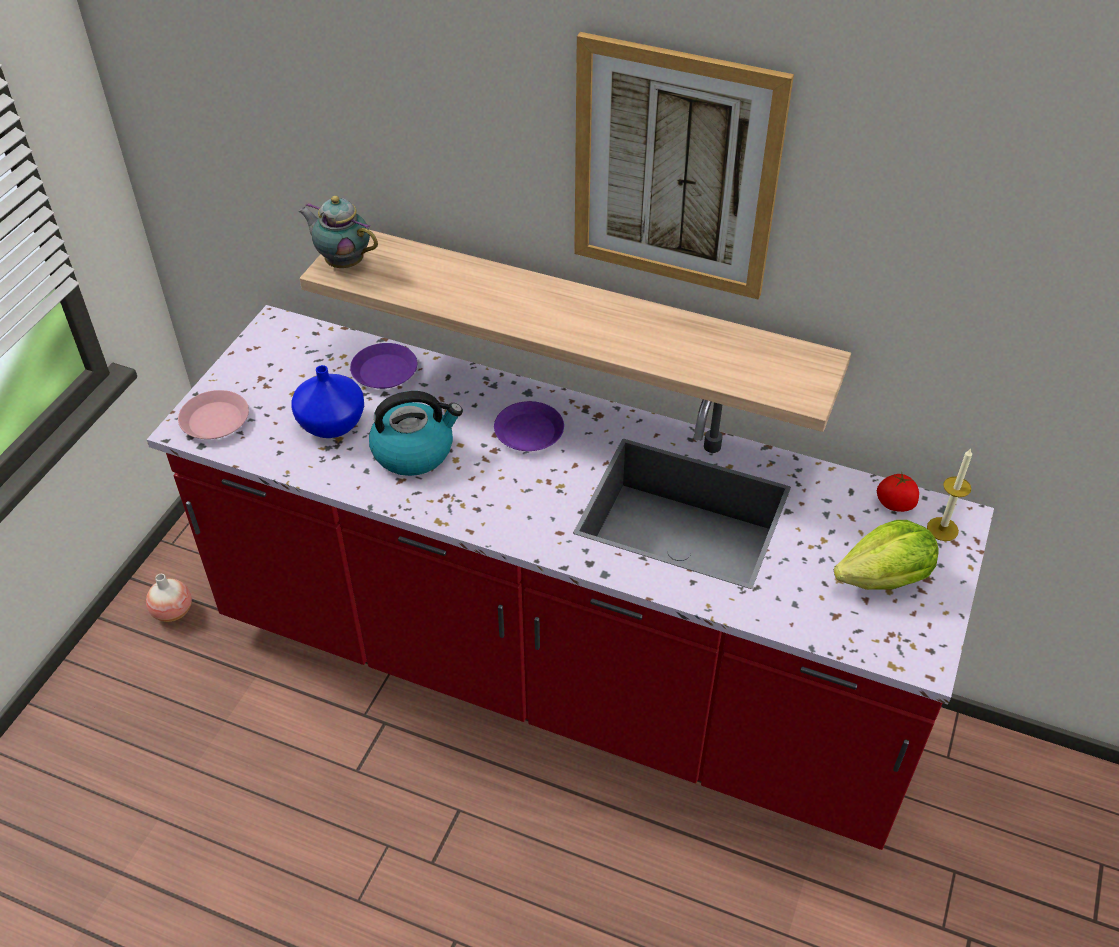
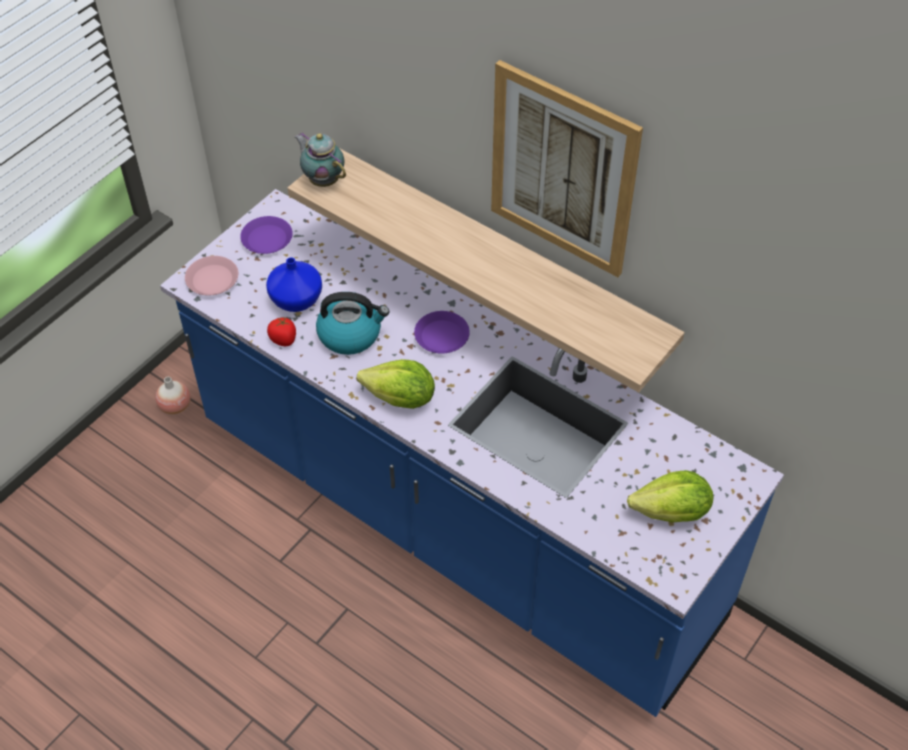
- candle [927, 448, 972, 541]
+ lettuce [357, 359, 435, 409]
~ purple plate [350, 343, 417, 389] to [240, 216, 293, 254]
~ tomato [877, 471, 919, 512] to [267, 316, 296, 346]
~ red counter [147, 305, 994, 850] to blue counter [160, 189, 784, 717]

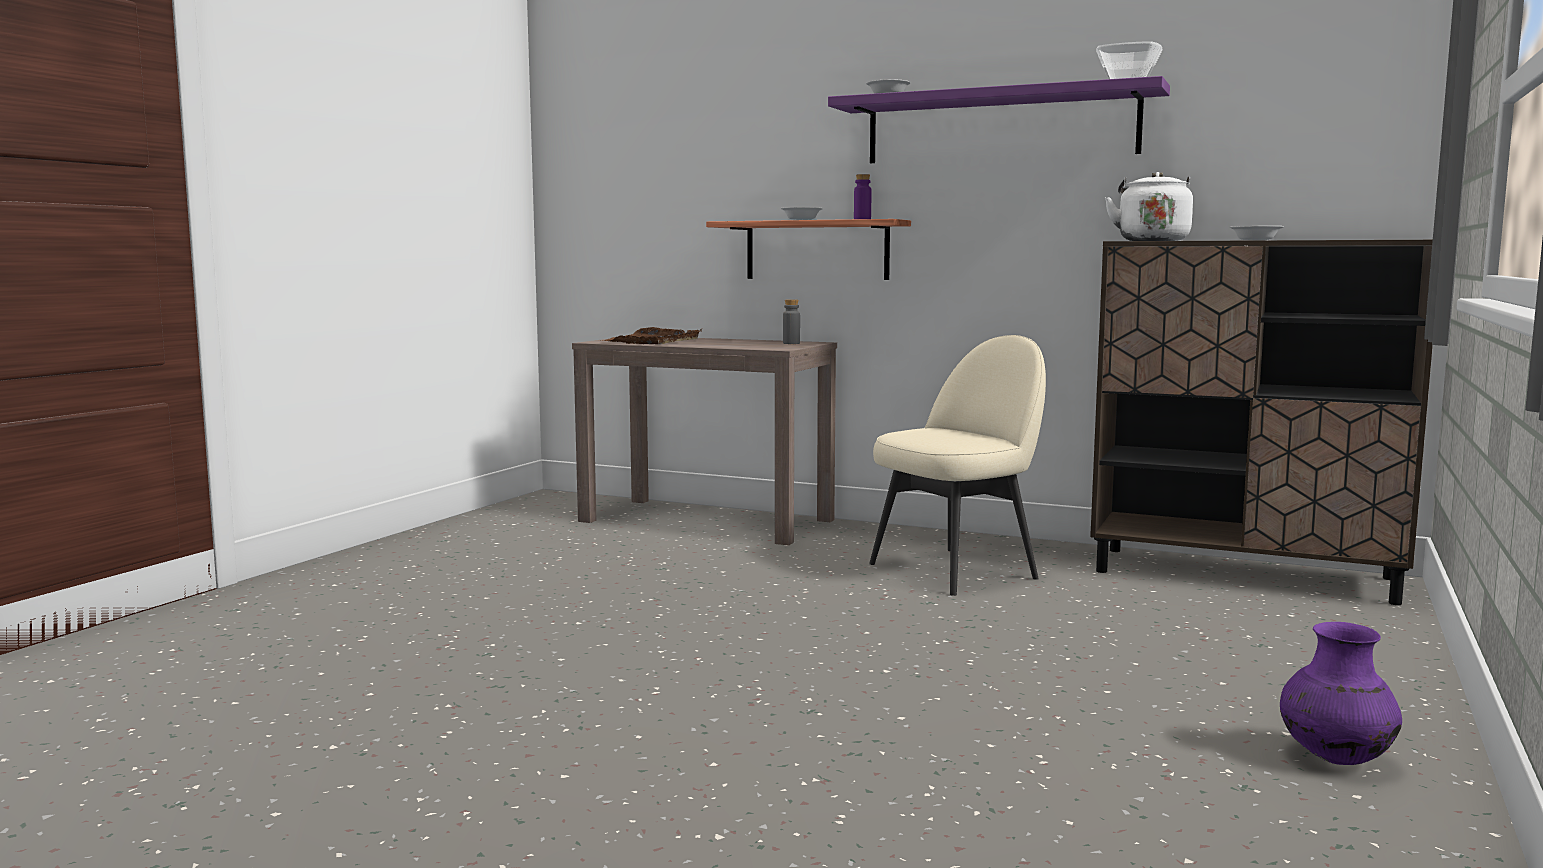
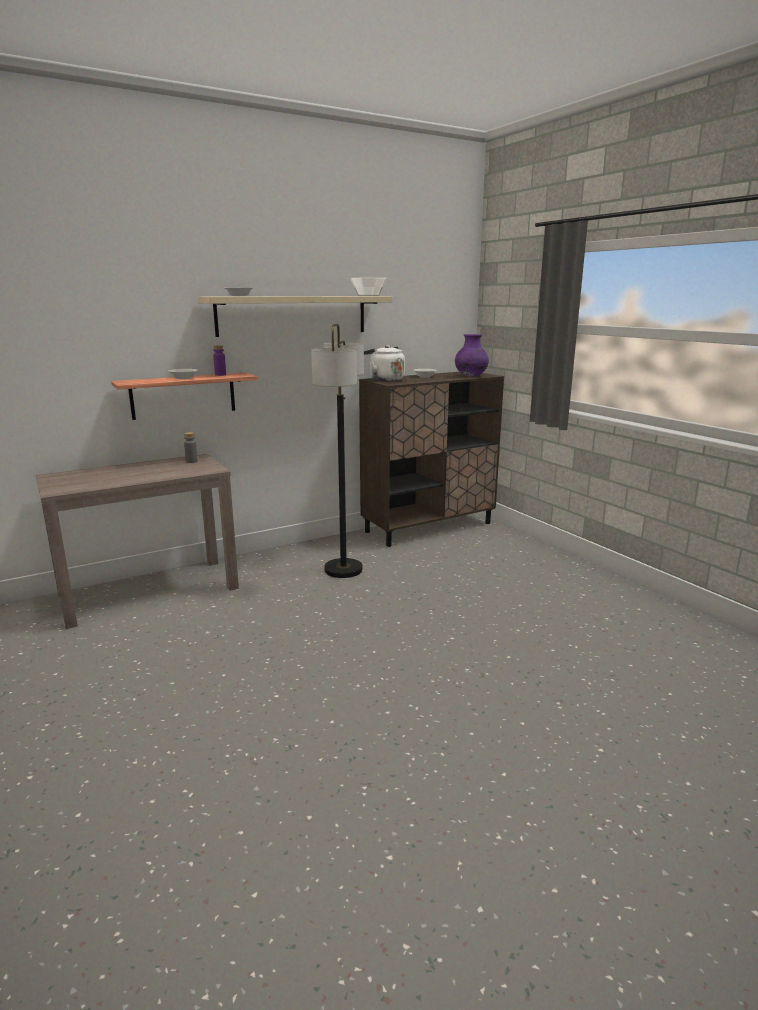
- brown tray [603, 327, 702, 344]
~ purple vase [1280, 622, 1402, 765] to [455, 334, 489, 377]
~ beige chair [869, 335, 1046, 596] to floor lamp [311, 324, 364, 578]
~ purple shelf [828, 76, 1170, 163] to beige shelf [198, 296, 392, 337]

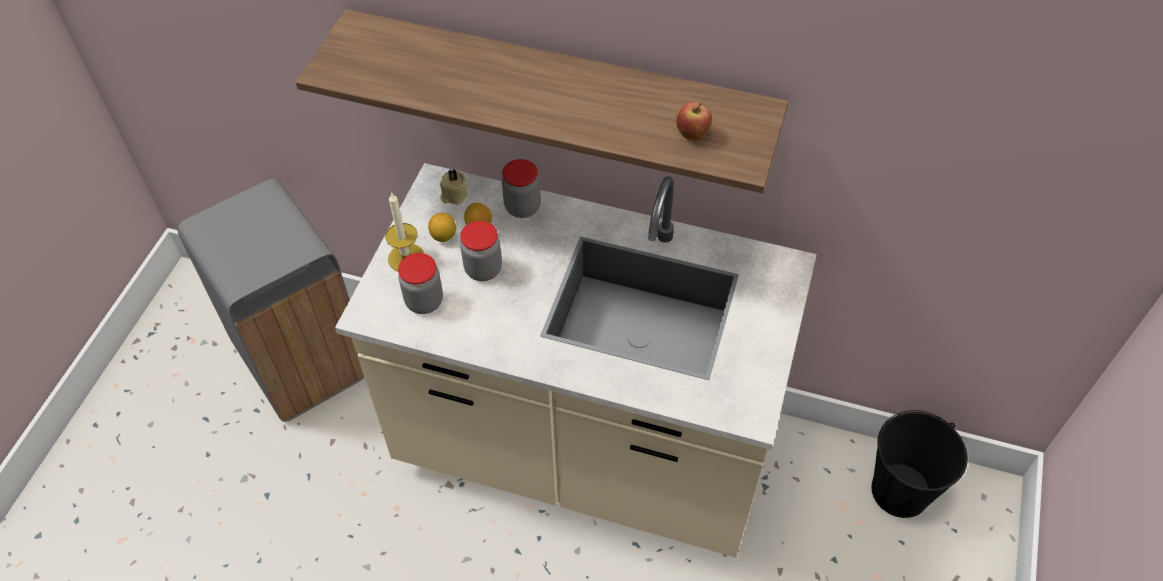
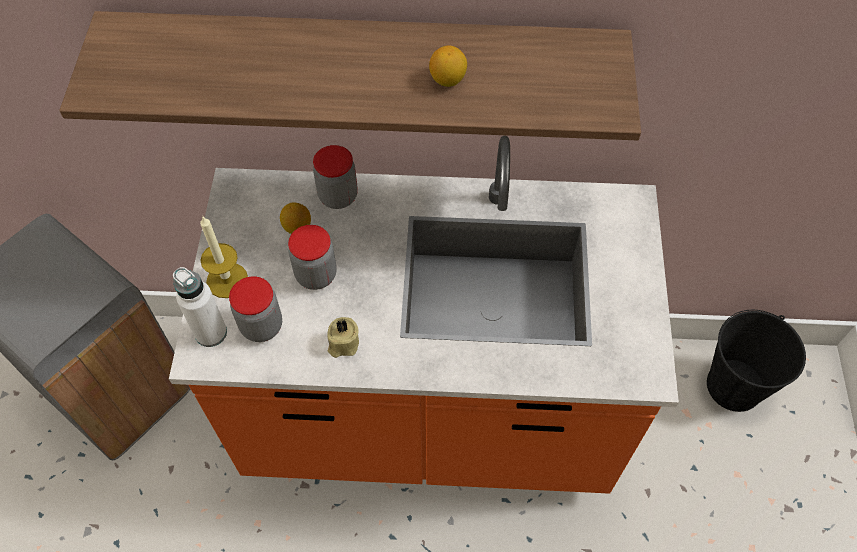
- apple [676, 102, 712, 141]
+ white bottle [173, 267, 227, 347]
~ lemon [428, 213, 456, 242] to [429, 46, 467, 87]
~ beige candle [440, 169, 467, 205] to [327, 317, 359, 358]
~ beige counter [335, 163, 817, 558] to orange counter [169, 136, 679, 494]

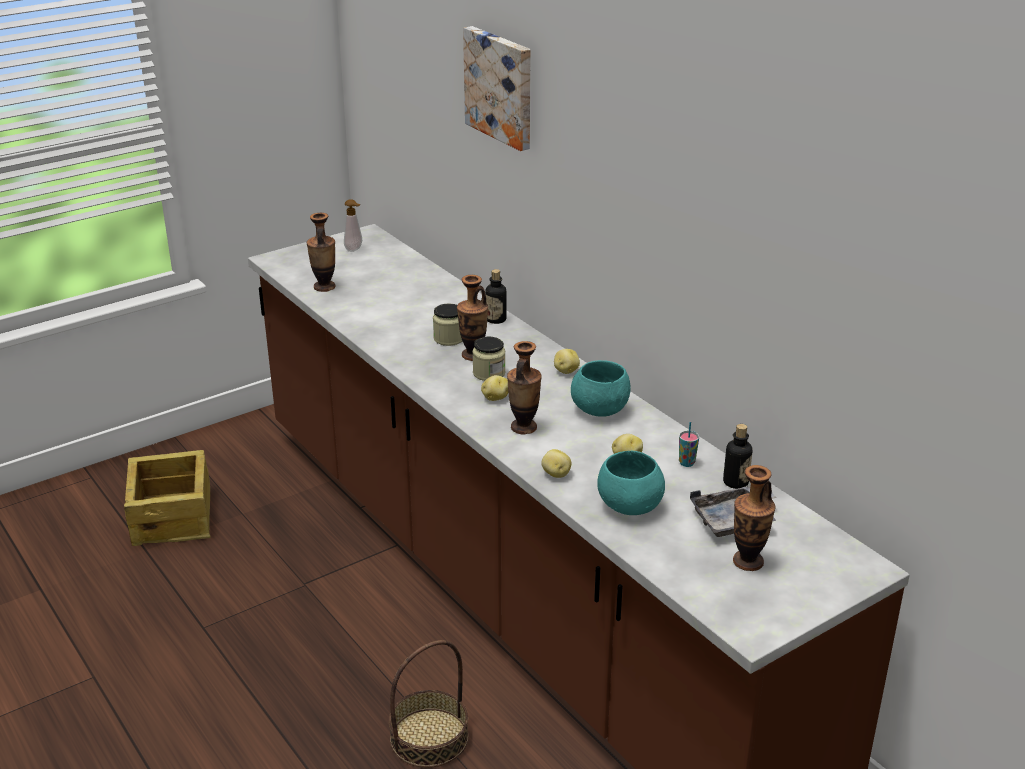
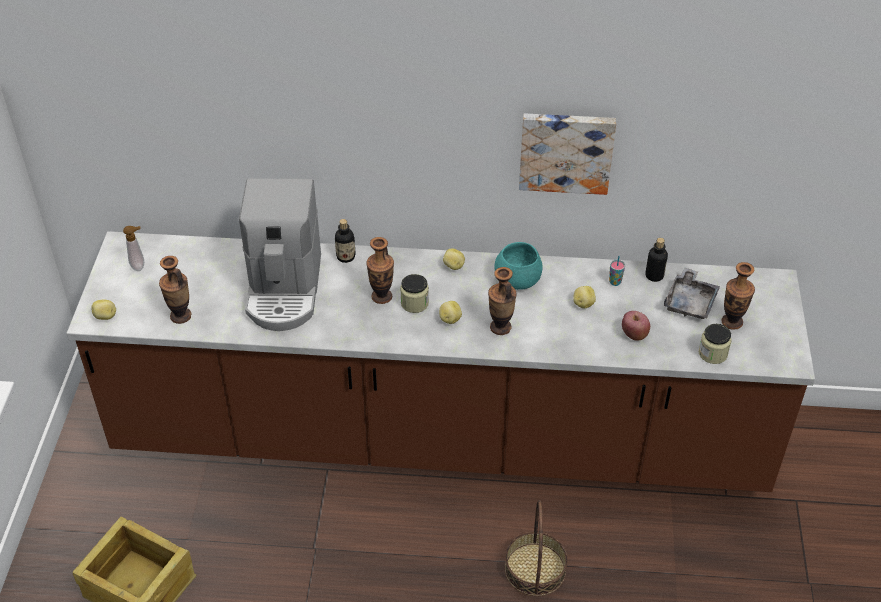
+ coffee machine [239, 178, 321, 331]
~ jar [433, 303, 462, 346] to [699, 324, 731, 364]
~ picture [463, 26, 531, 151] to [519, 114, 616, 195]
~ potato [541, 449, 572, 478] to [91, 300, 116, 320]
~ turquoise bowl [597, 450, 665, 515] to apple [622, 311, 650, 341]

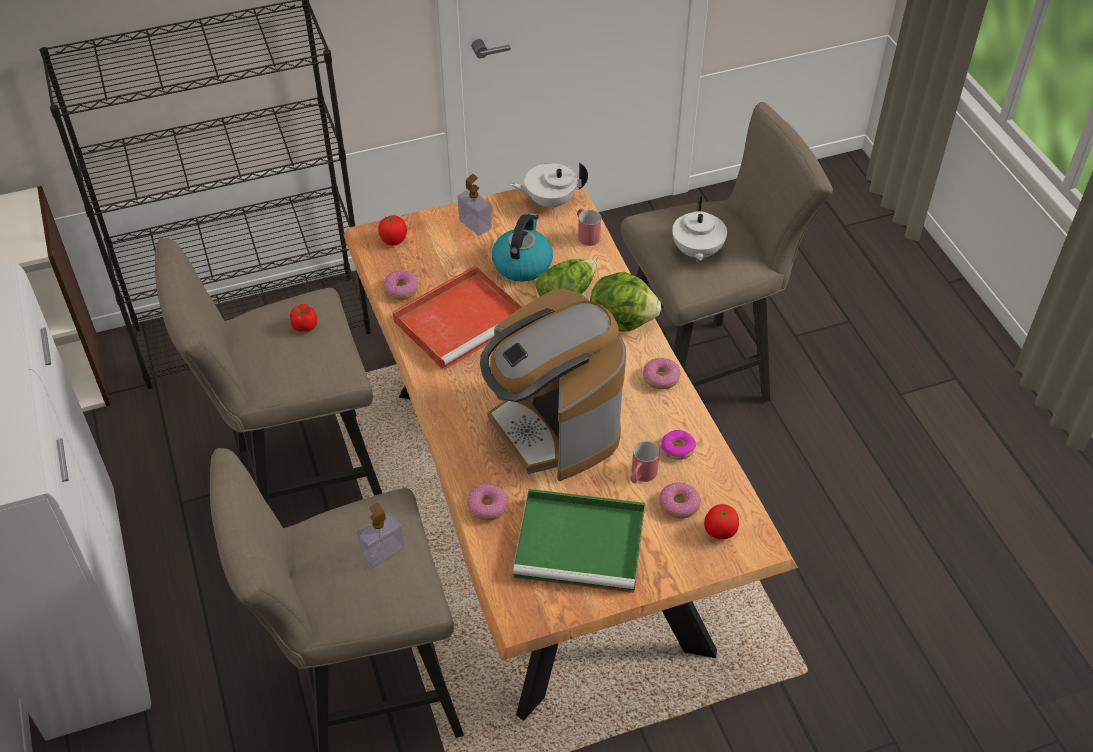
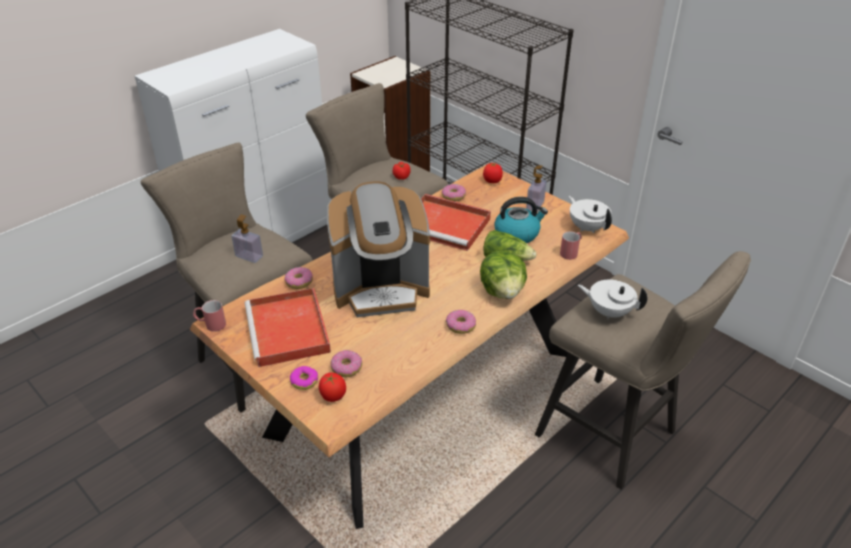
~ red mug [630, 441, 660, 483] to [193, 300, 226, 332]
~ donut [661, 430, 696, 460] to [290, 366, 318, 390]
~ green tray [513, 489, 645, 593] to red tray [245, 288, 331, 367]
~ coffee machine [480, 289, 626, 481] = [327, 182, 430, 317] 135 degrees counterclockwise
~ white teapot [672, 196, 727, 262] = [578, 279, 647, 319] 45 degrees clockwise

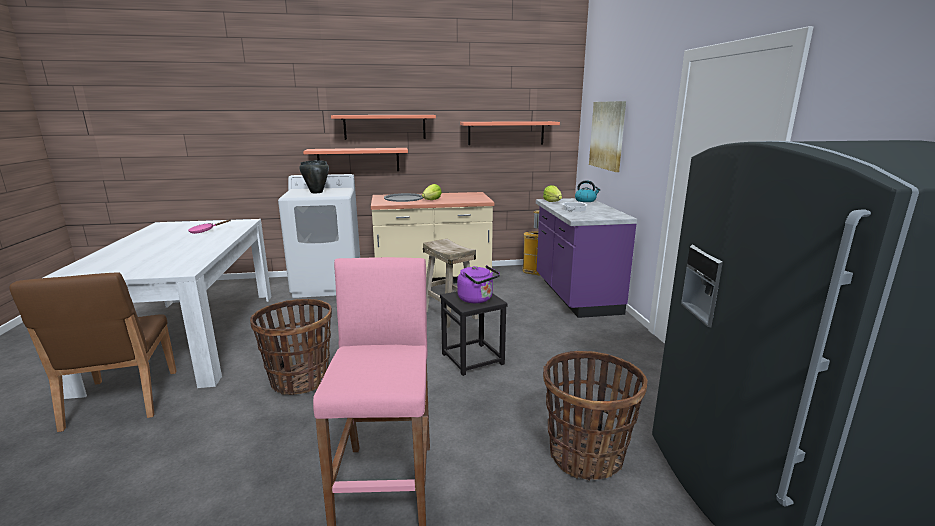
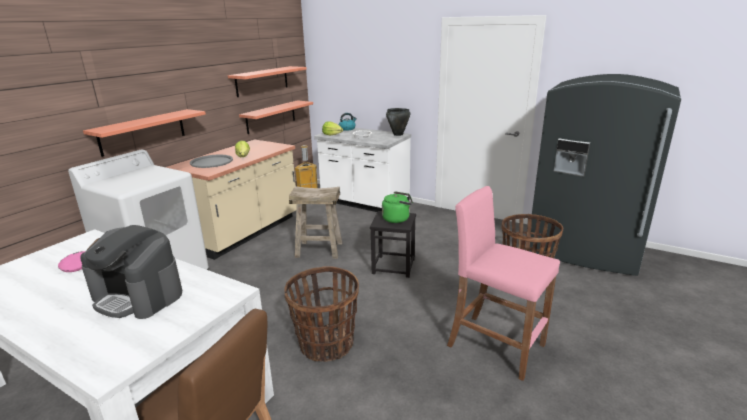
- picture [589, 101, 626, 172]
+ coffee machine [80, 225, 182, 319]
~ black cooking pot [299, 160, 329, 193] to [386, 108, 410, 136]
~ shelf [331, 115, 436, 140] to [239, 100, 313, 134]
~ purple kettle [457, 265, 500, 303] to green kettle [382, 191, 413, 223]
~ purple counter [536, 198, 637, 318] to white counter [314, 128, 411, 212]

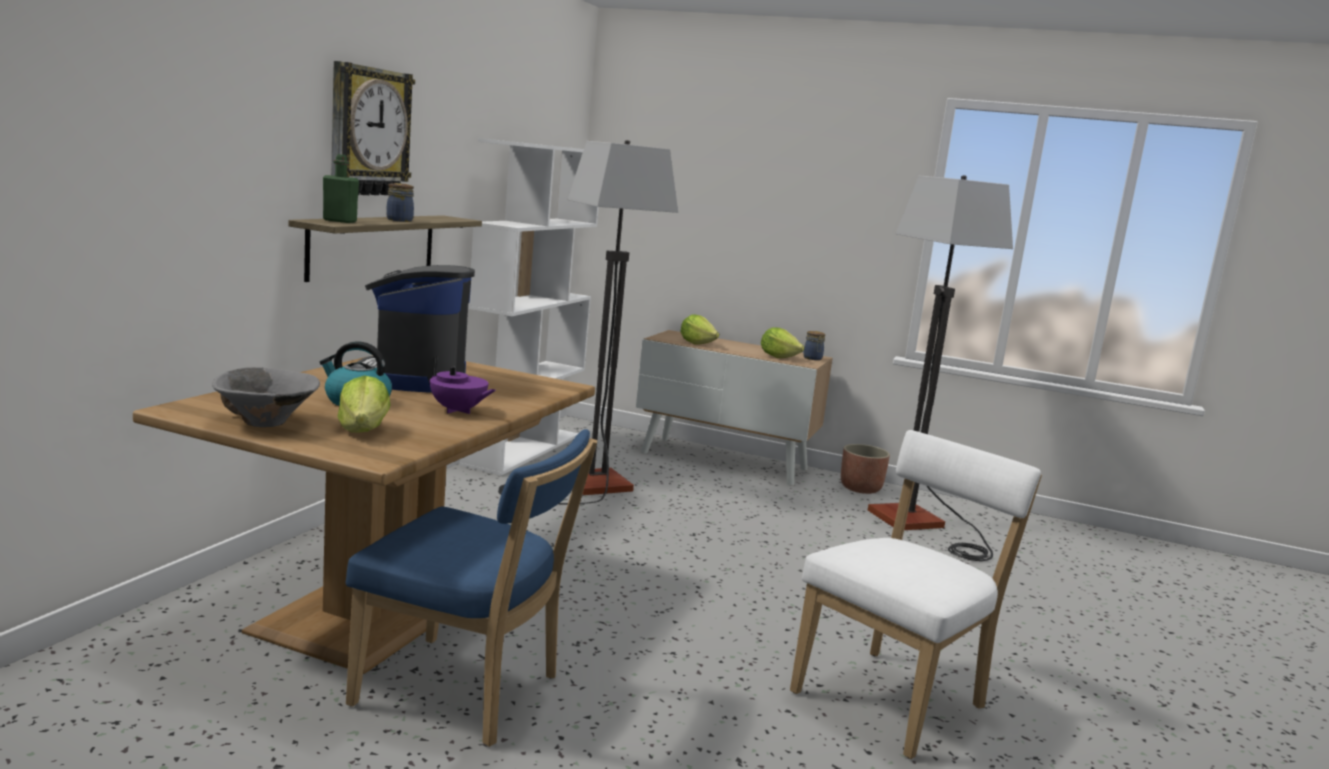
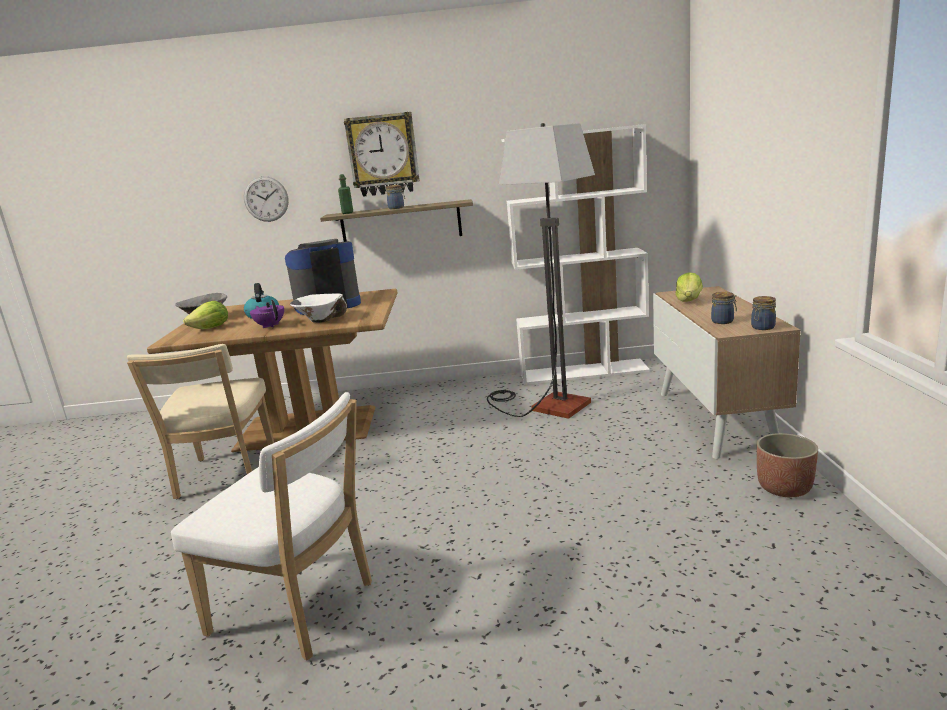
- floor lamp [868, 175, 1013, 561]
+ wall clock [244, 176, 289, 222]
+ white bowl [290, 293, 347, 323]
~ lettuce [761, 327, 804, 358] to jar [711, 292, 737, 324]
~ blue chair [345, 429, 597, 747] to beige chair [127, 344, 274, 499]
~ purple teapot [427, 356, 496, 414] = [250, 300, 284, 328] 135 degrees clockwise

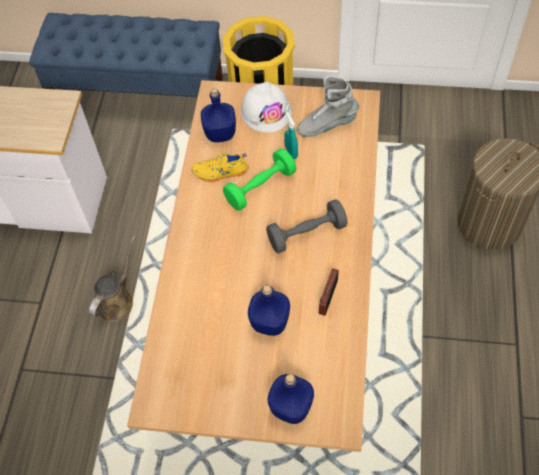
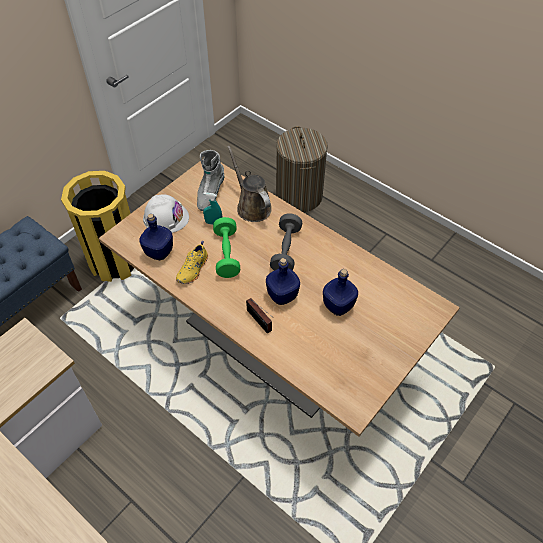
~ brown watering can [89, 236, 135, 322] to [227, 146, 272, 222]
~ blue bottle [268, 374, 314, 424] to [266, 258, 300, 305]
~ radio [319, 268, 339, 316] to [246, 298, 274, 334]

